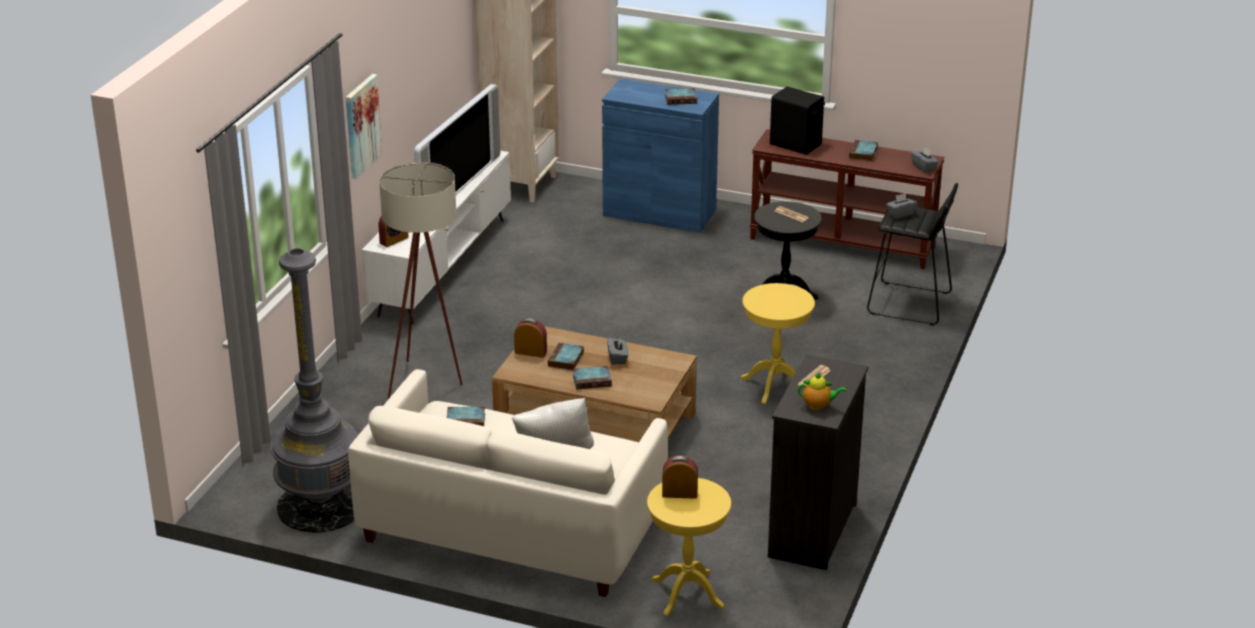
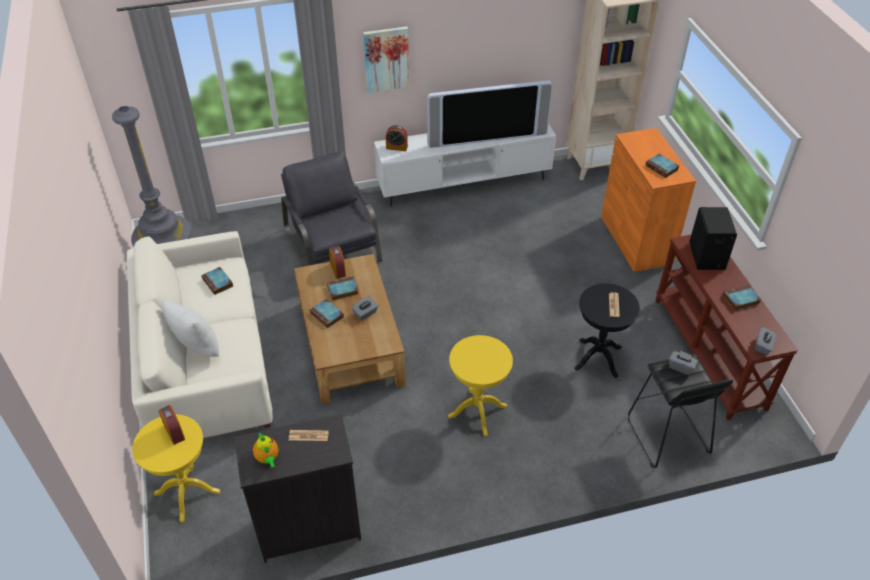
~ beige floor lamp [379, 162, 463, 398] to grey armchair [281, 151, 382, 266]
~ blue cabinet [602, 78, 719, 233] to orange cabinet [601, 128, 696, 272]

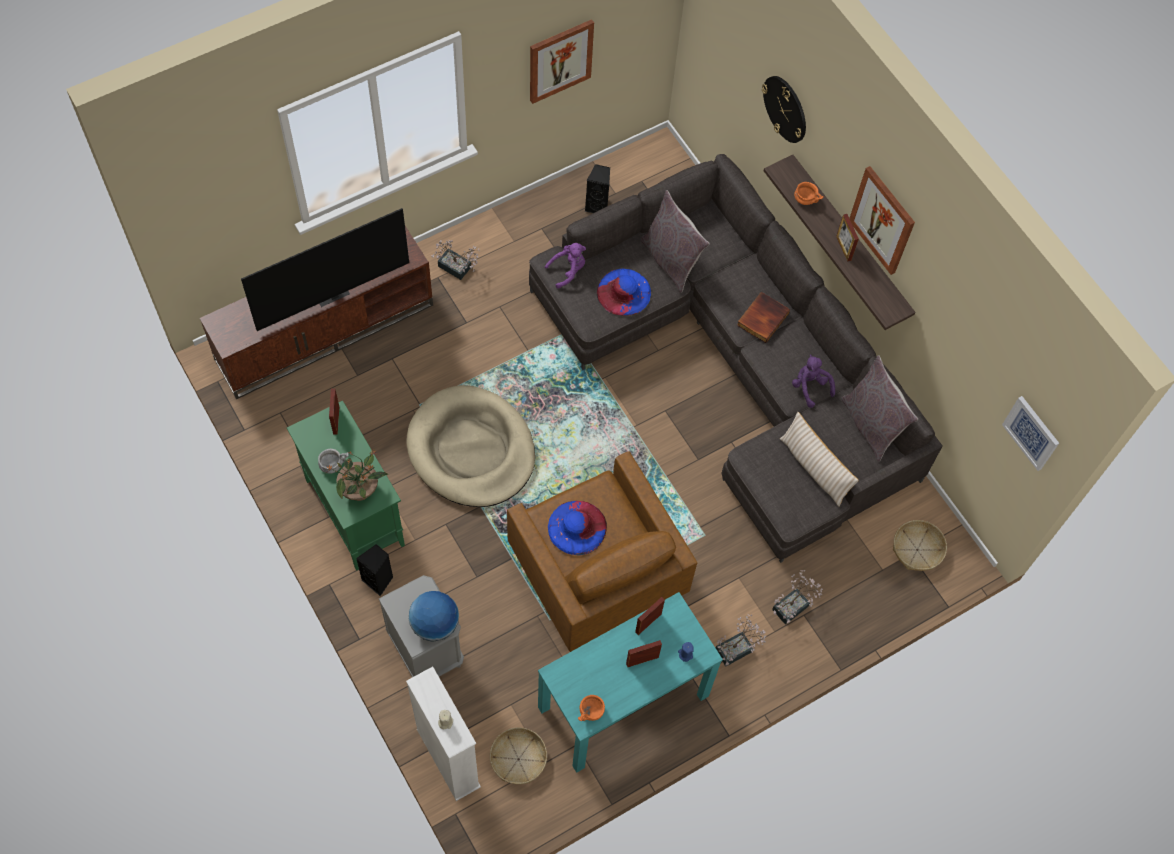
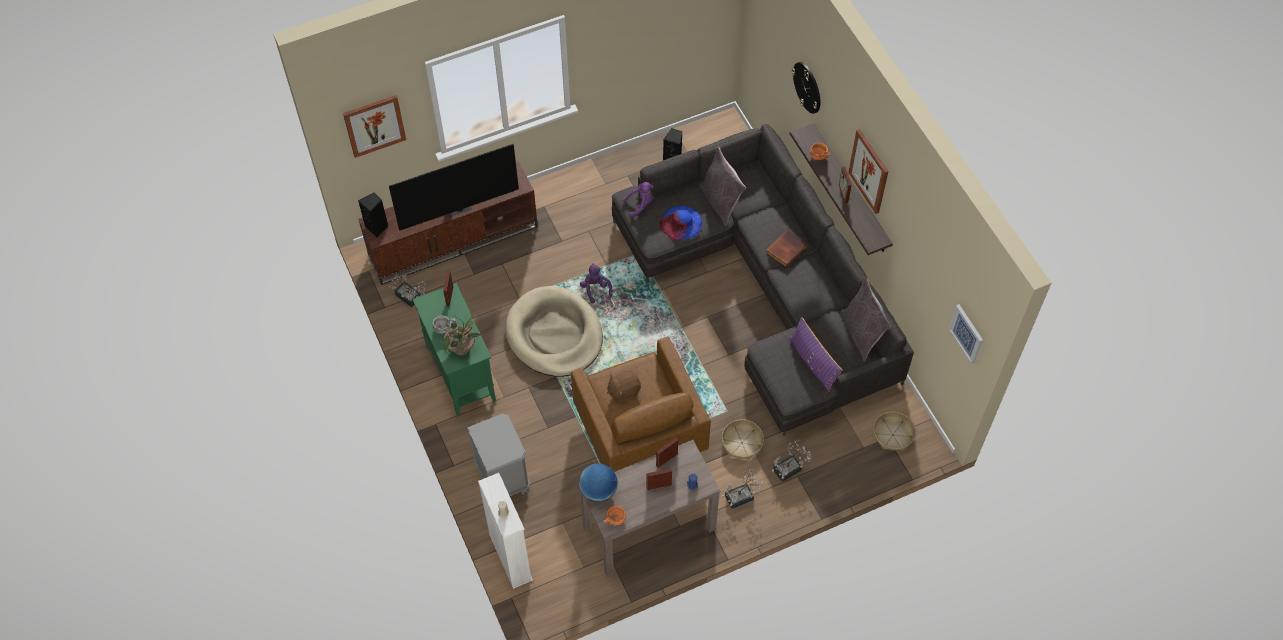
~ black speaker [356, 544, 393, 596] to [358, 193, 388, 238]
~ globe [409, 591, 459, 642] to [579, 463, 618, 502]
~ potted plant [431, 240, 480, 280] to [388, 275, 426, 307]
~ basket [490, 728, 547, 784] to [722, 419, 764, 459]
~ picture [530, 19, 594, 104] to [343, 95, 406, 158]
~ purple plush toy [792, 355, 835, 408] to [580, 263, 612, 303]
~ blue hat [548, 501, 607, 556] to brown plush toy [607, 370, 641, 402]
~ turquoise console table [538, 592, 723, 773] to brown console table [580, 440, 720, 576]
~ beige pillow [780, 412, 859, 507] to purple pillow [789, 317, 842, 392]

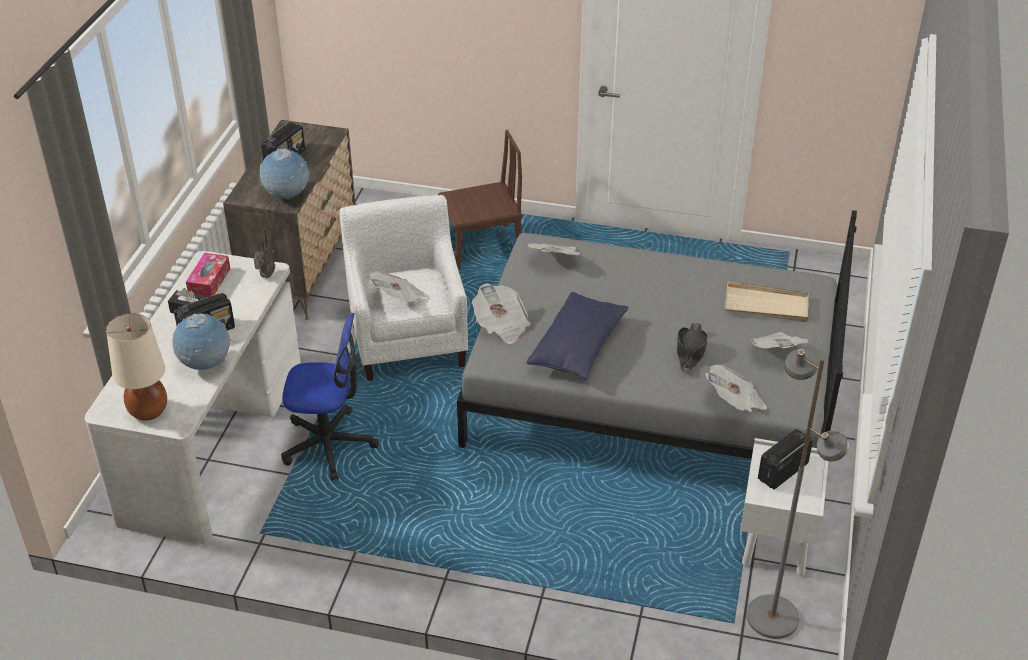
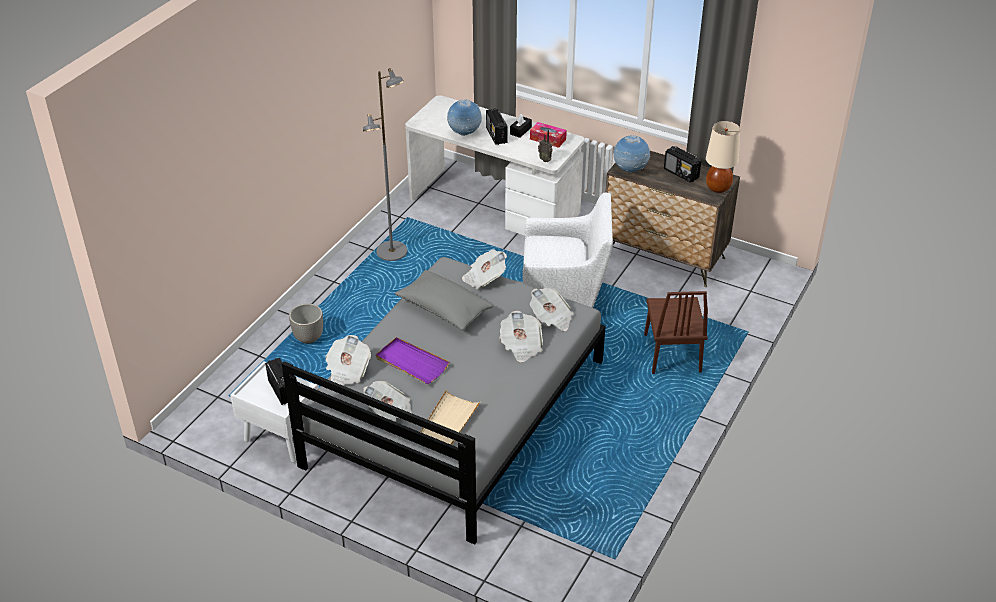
- office chair [281, 313, 379, 481]
+ planter [289, 303, 323, 344]
~ beige table lamp [106, 313, 167, 421] to [706, 121, 740, 193]
~ newspaper [369, 271, 428, 303] to [499, 311, 543, 363]
~ grey floor lamp [746, 349, 849, 639] to [363, 68, 407, 261]
~ black hat [677, 323, 708, 372] to purple tray [376, 337, 449, 384]
~ blue pillow [527, 292, 629, 380] to grey pillow [395, 270, 493, 331]

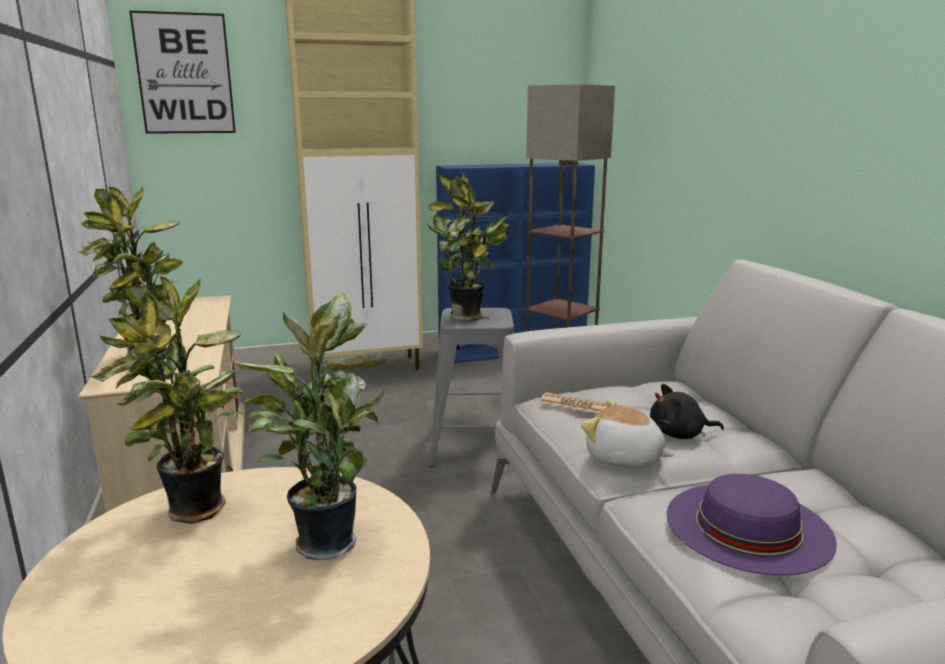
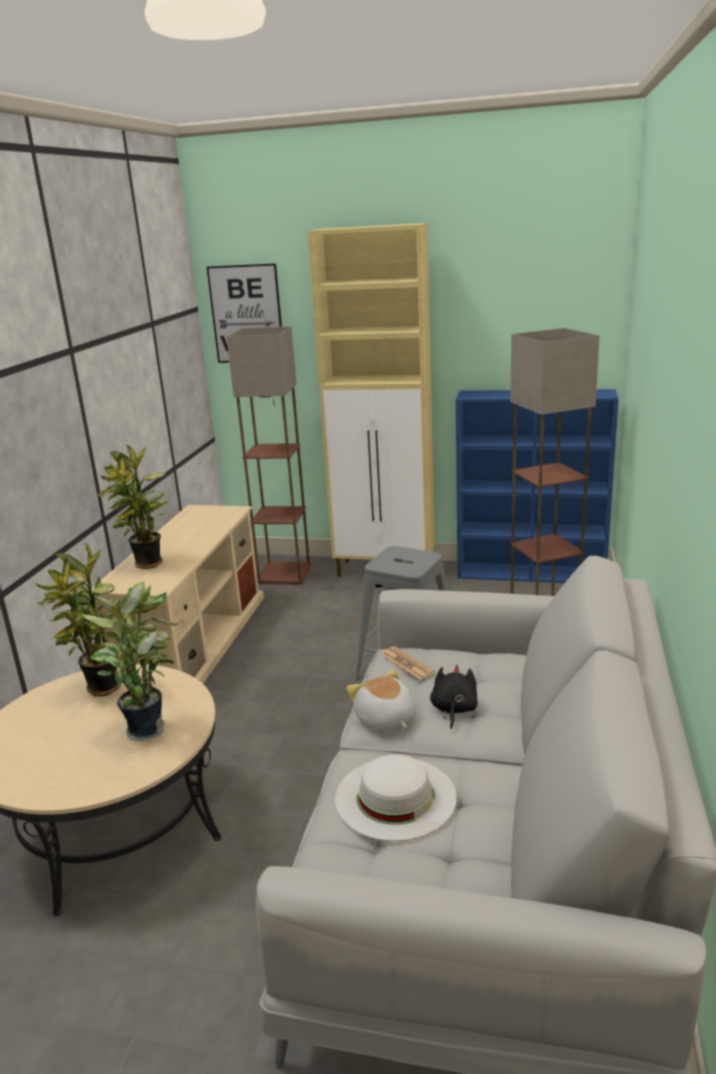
- potted plant [427, 173, 509, 322]
+ floor lamp [226, 326, 312, 585]
~ purple hat [667, 474, 837, 575] to white hat [335, 755, 457, 841]
~ black plush toy [650, 384, 724, 439] = [430, 665, 478, 729] 75 degrees clockwise

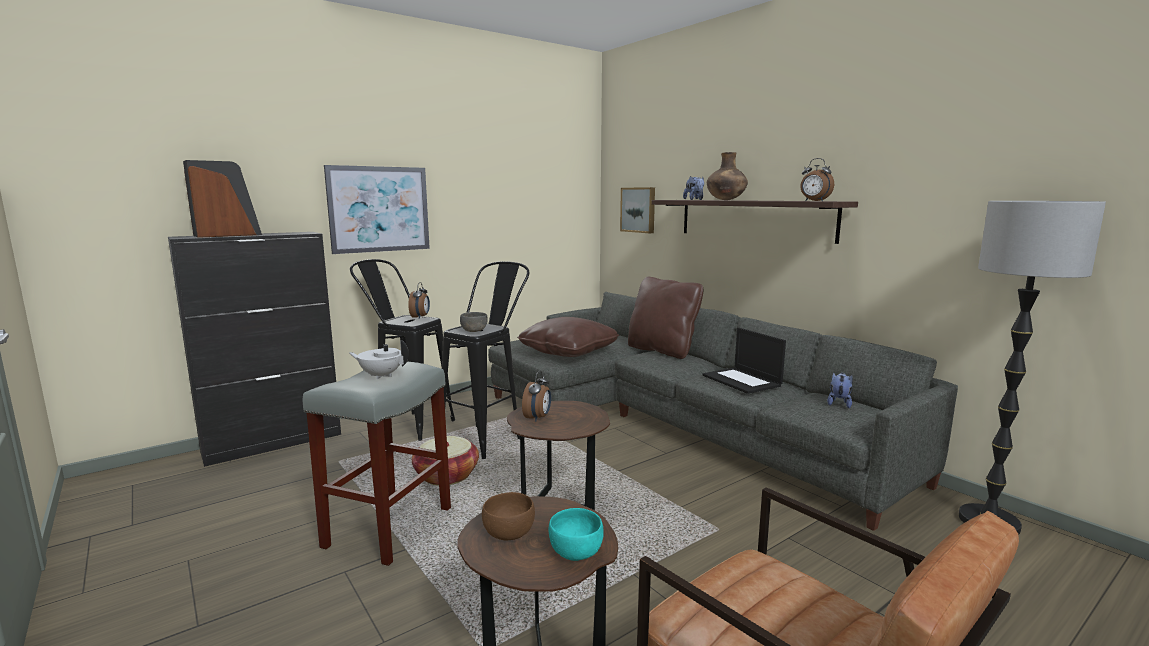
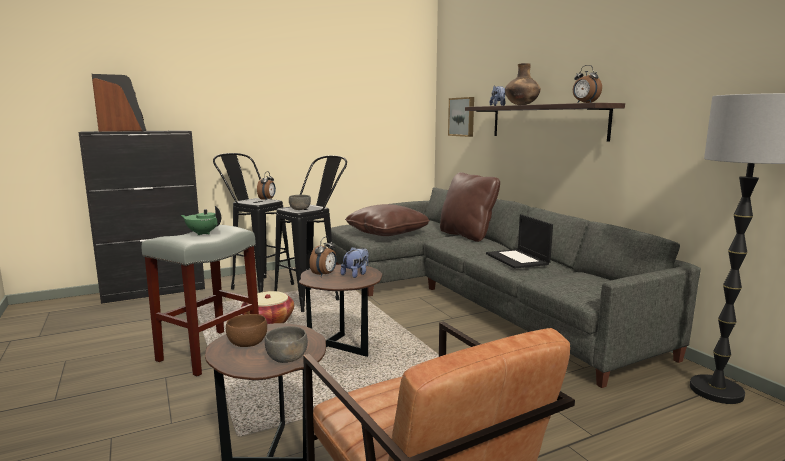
- picture [324, 165, 430, 254]
~ plush toy [827, 372, 853, 408] to [341, 247, 368, 278]
~ white teapot [349, 340, 409, 379] to green teapot [181, 206, 221, 235]
~ turquoise bowl [549, 508, 604, 561] to grey bowl [265, 326, 308, 363]

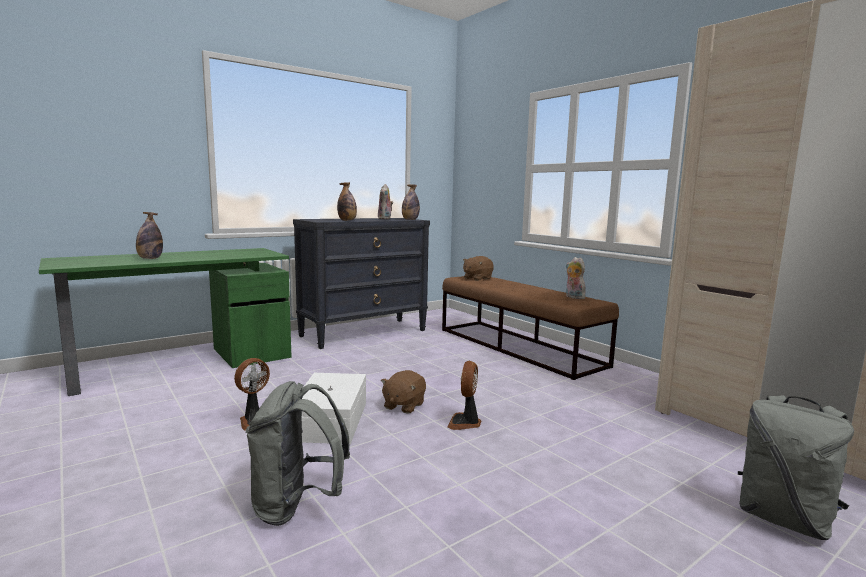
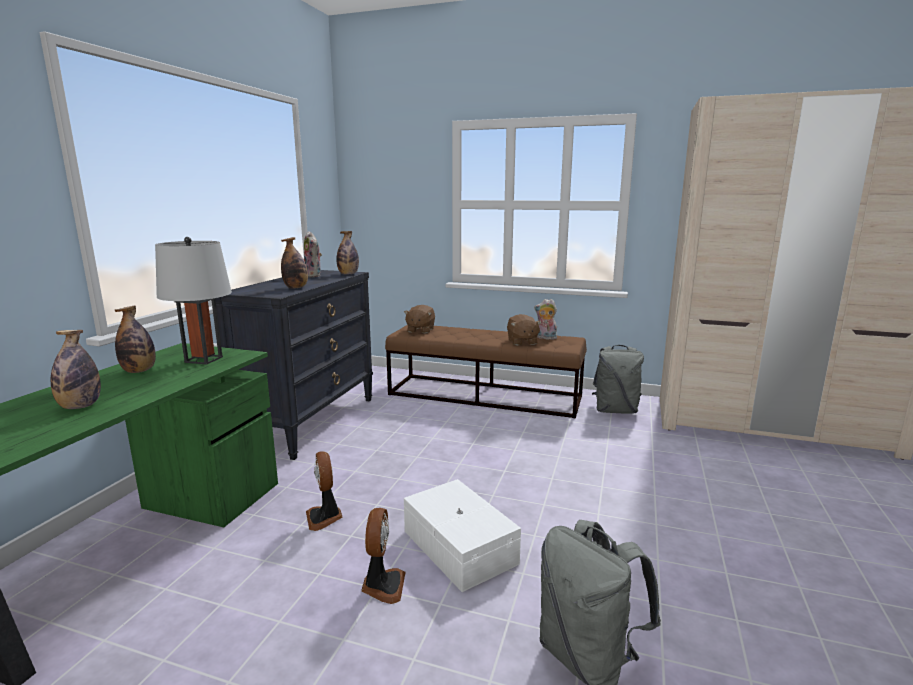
+ bottle [115, 306, 156, 373]
+ grey table lamp [155, 237, 232, 365]
~ brown plush toy [381, 370, 426, 414] to [507, 314, 542, 346]
~ fan [448, 361, 481, 430] to [306, 451, 342, 531]
~ grey backpack [738, 395, 854, 540] to [592, 345, 644, 414]

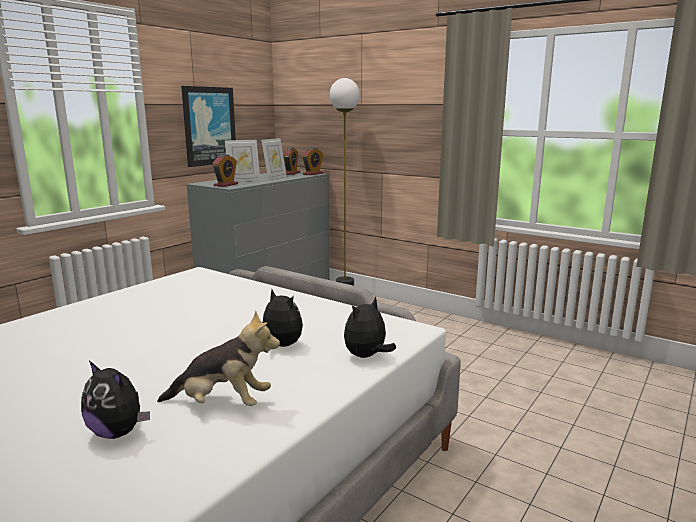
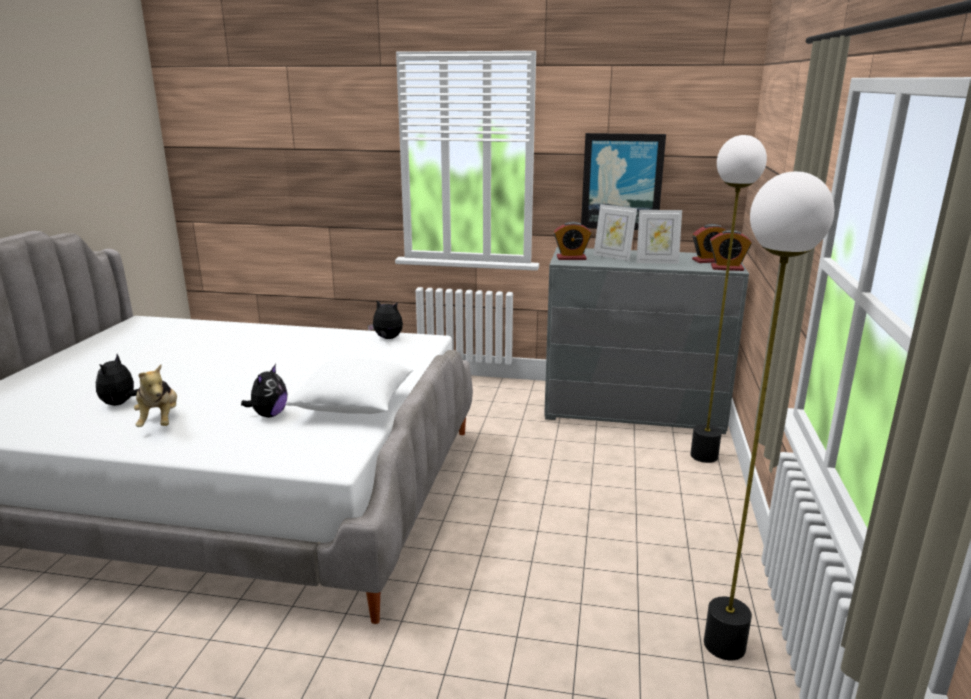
+ white pillow [286, 358, 413, 414]
+ floor lamp [704, 171, 834, 660]
~ plush toy [344, 297, 396, 358] to [368, 300, 403, 339]

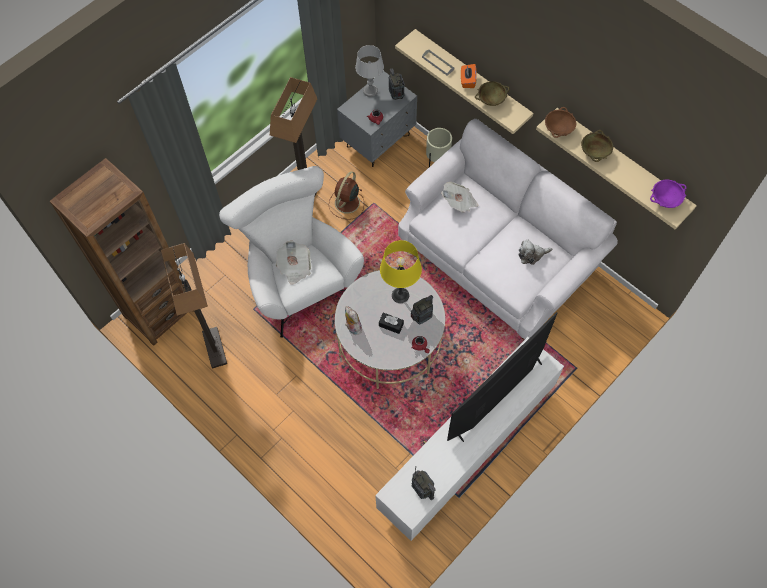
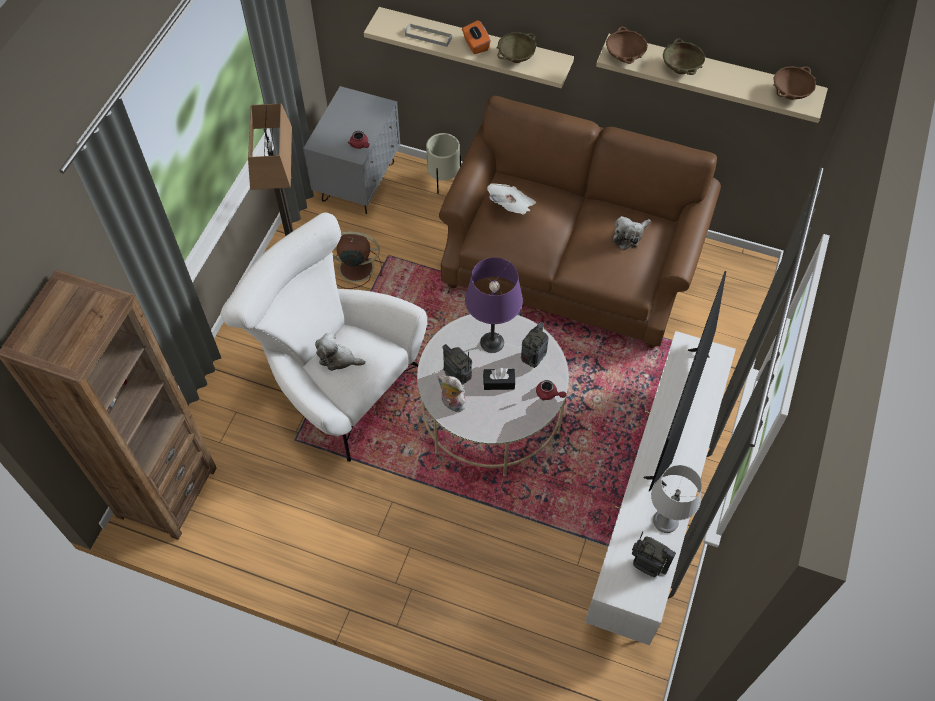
- floor lamp [161, 243, 227, 369]
~ grey table lamp [355, 45, 384, 97] to [651, 465, 702, 533]
~ radio [389, 69, 405, 100] to [442, 344, 472, 385]
~ newspaper [276, 240, 311, 285] to plush toy [315, 333, 365, 371]
~ yellow table lamp [380, 240, 422, 303] to purple table lamp [465, 257, 523, 353]
~ white sofa [398, 119, 618, 340] to brown sofa [439, 96, 721, 348]
~ purple bowl [650, 179, 687, 208] to brown bowl [773, 66, 816, 100]
~ brown fan [329, 171, 364, 220] = [333, 231, 382, 289] 90 degrees clockwise

